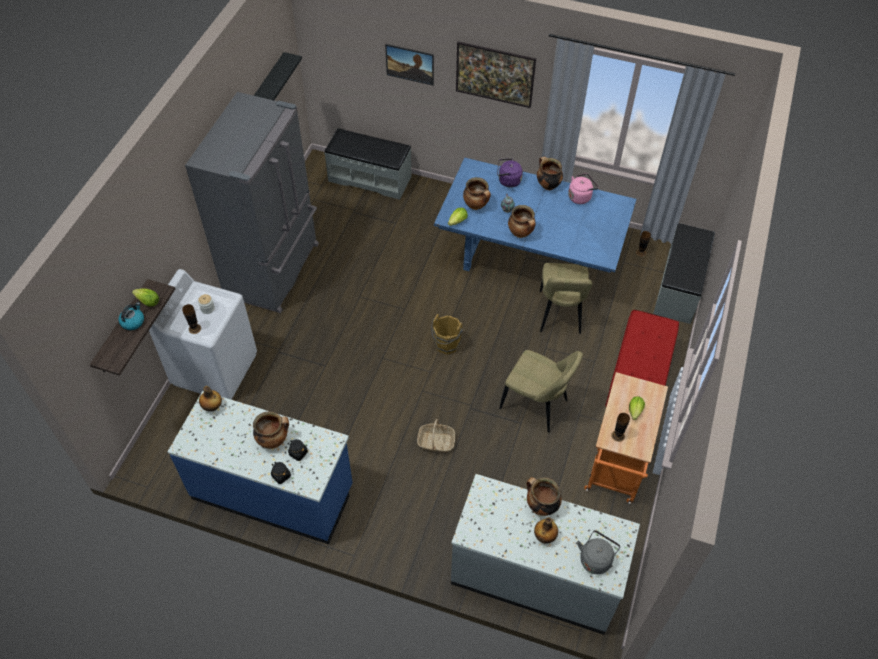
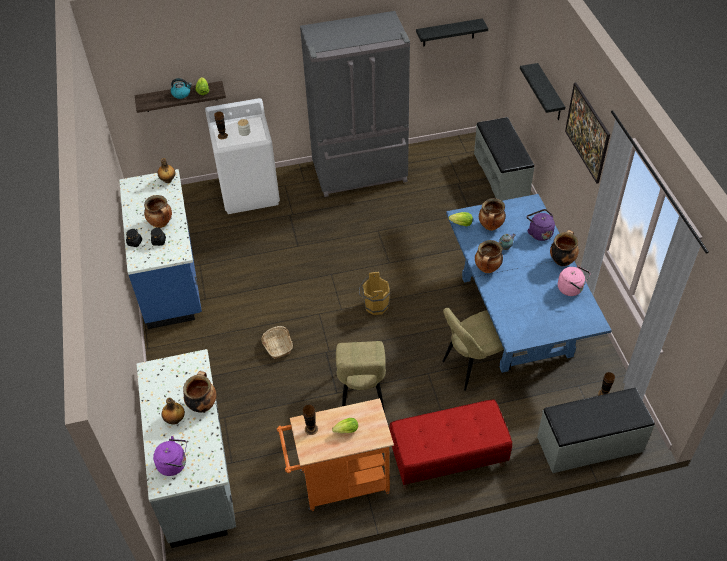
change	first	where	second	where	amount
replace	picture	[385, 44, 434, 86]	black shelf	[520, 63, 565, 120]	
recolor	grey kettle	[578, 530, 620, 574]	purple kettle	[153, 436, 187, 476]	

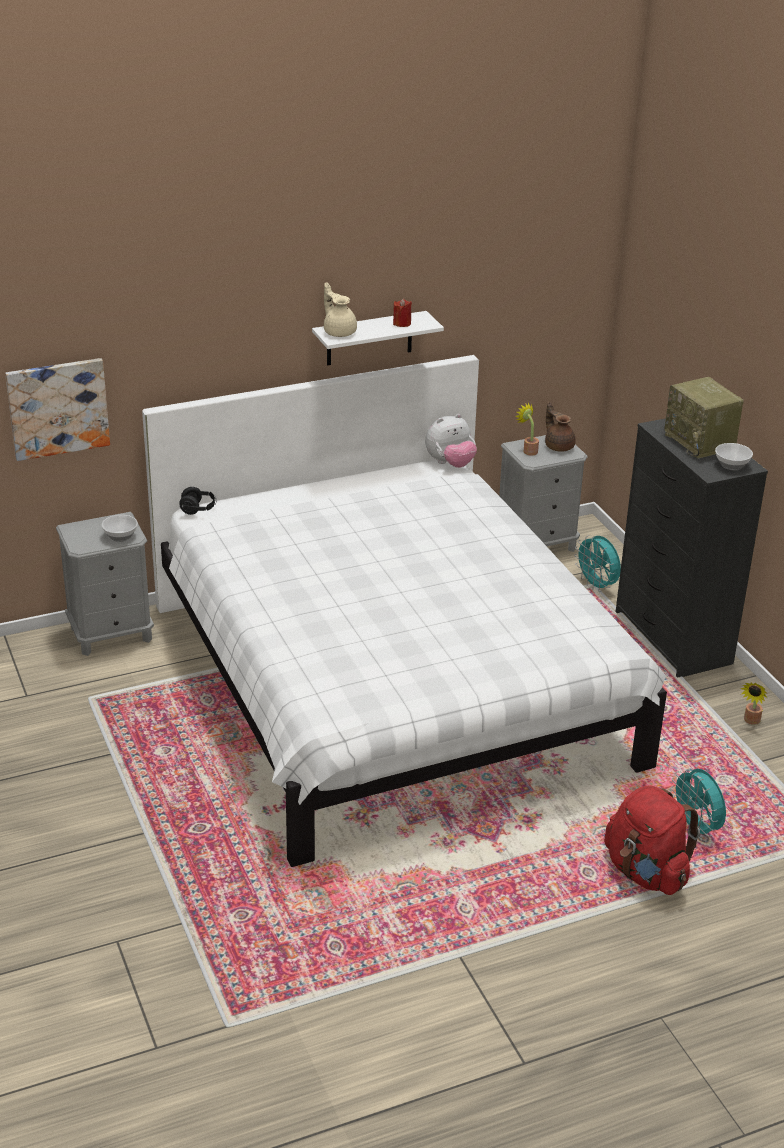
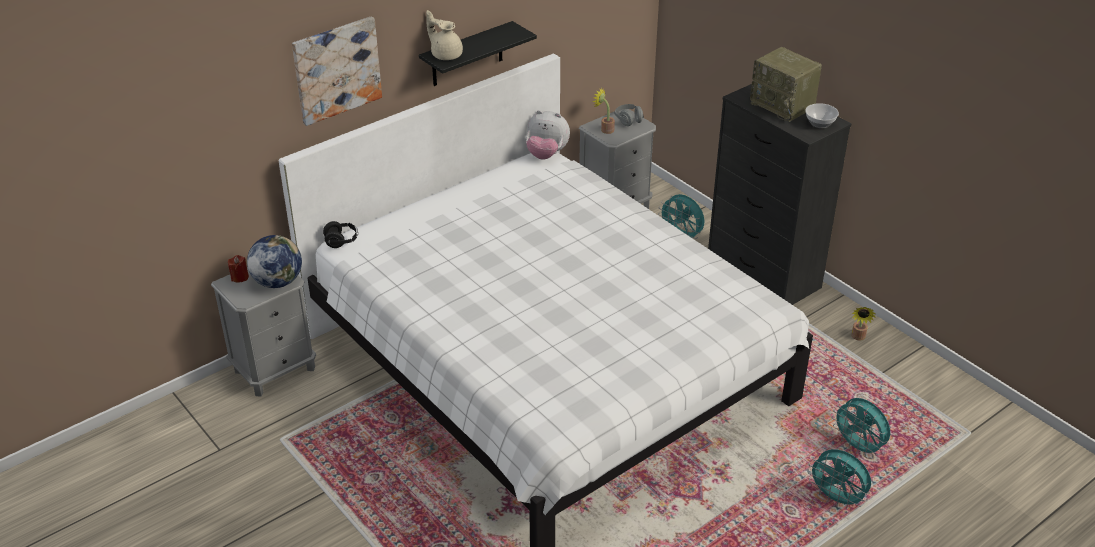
change	first	where	second	where	amount
move	red candle	[393, 299, 412, 327]		[228, 255, 249, 283]	
recolor	white shelf	[312, 311, 444, 365]	black shelf	[419, 21, 537, 86]	
move	picture	[5, 358, 110, 461]		[292, 16, 382, 126]	
replace	brown teapot	[545, 402, 576, 452]	grey headphones	[615, 104, 644, 126]	
rotate	plush toy	[425, 414, 477, 468]		[526, 110, 570, 160]	60 degrees clockwise
replace	bowl	[102, 515, 138, 542]	globe	[247, 235, 302, 288]	
replace	red backpack	[604, 786, 700, 895]	turquoise fan	[807, 449, 871, 509]	

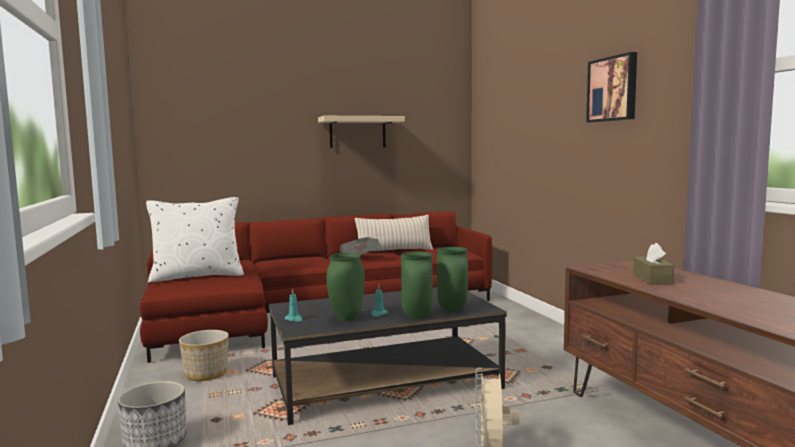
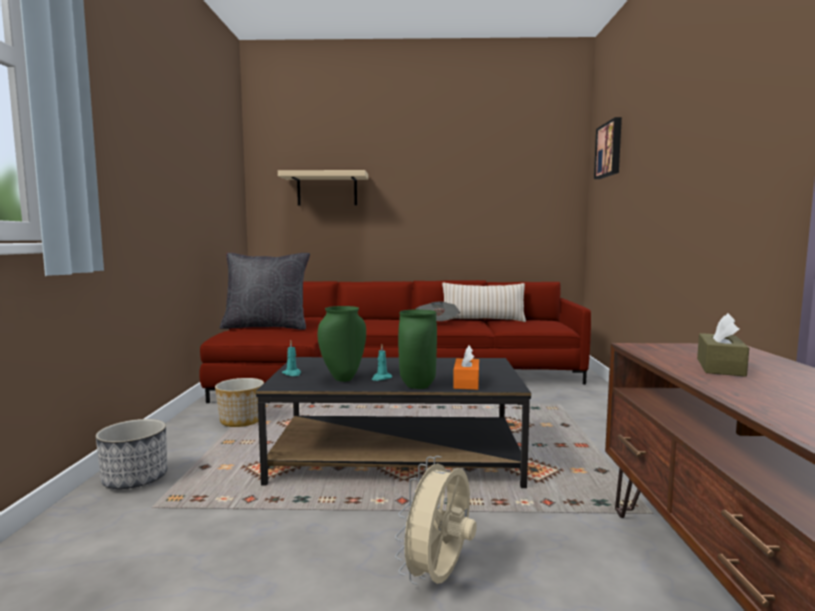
change	first	where	second	where	amount
move	picture	[586, 52, 637, 122]		[594, 117, 622, 179]	
move	beige shelf	[318, 116, 405, 148]		[278, 170, 368, 206]	
recolor	white pillow	[146, 197, 244, 283]	black pillow	[220, 253, 310, 330]	
replace	green vase	[437, 247, 468, 312]	orange tissue box	[453, 345, 479, 390]	

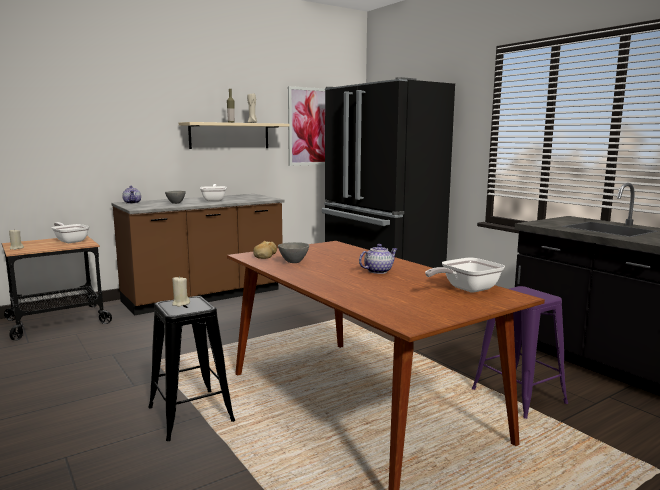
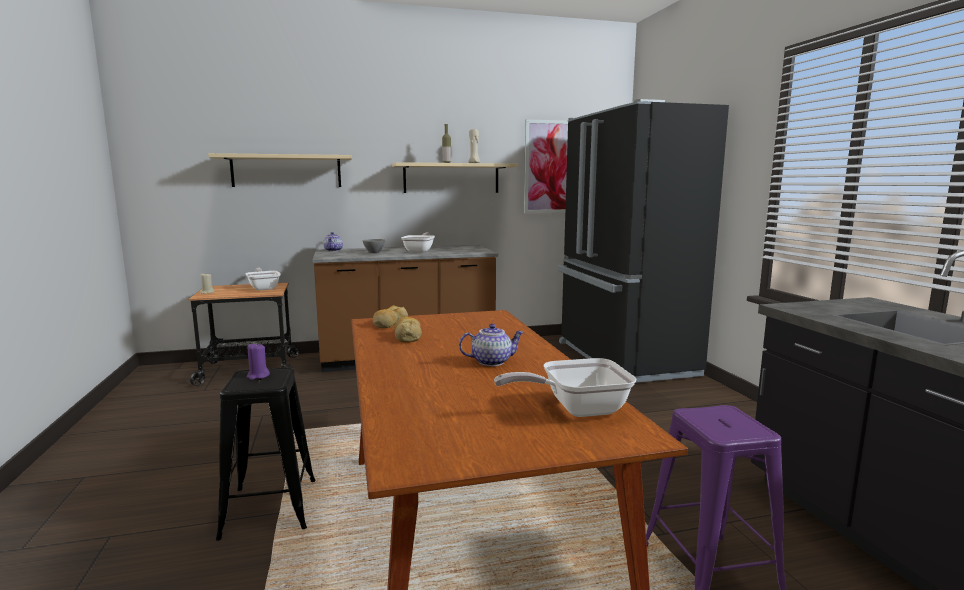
change	first	where	second	where	amount
replace	grey bowl	[278, 242, 309, 263]	bread	[394, 317, 422, 343]	
recolor	beige candle	[172, 276, 190, 307]	purple candle	[247, 343, 270, 380]	
insert			beige shelf	[208, 153, 352, 187]	

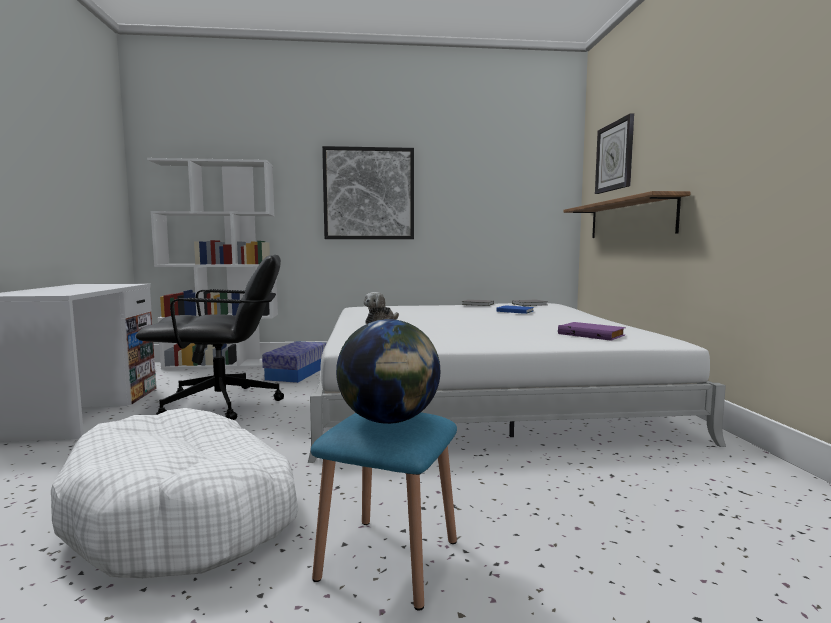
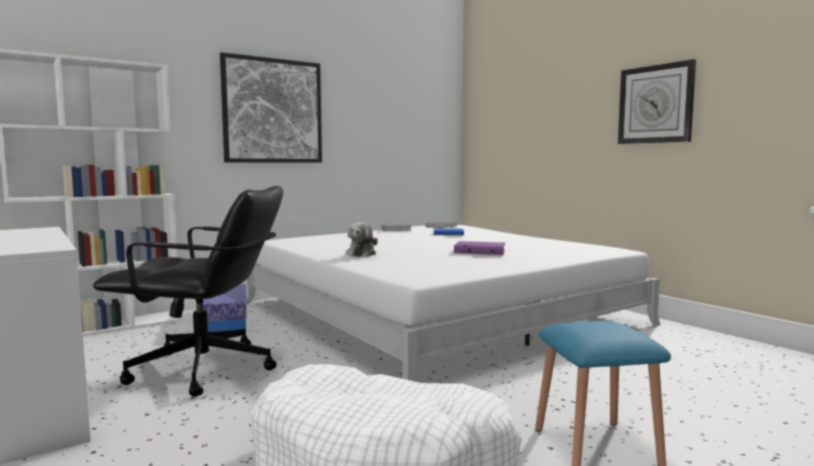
change	first	where	second	where	amount
move	wall clock	[595, 113, 634, 194]		[618, 59, 696, 144]	
delete	shelf	[563, 191, 691, 238]			
rotate	black office chair	[136, 255, 284, 420]		[93, 186, 283, 397]	45 degrees clockwise
delete	globe	[336, 319, 440, 424]			
move	purple book	[558, 322, 626, 341]		[454, 241, 505, 255]	

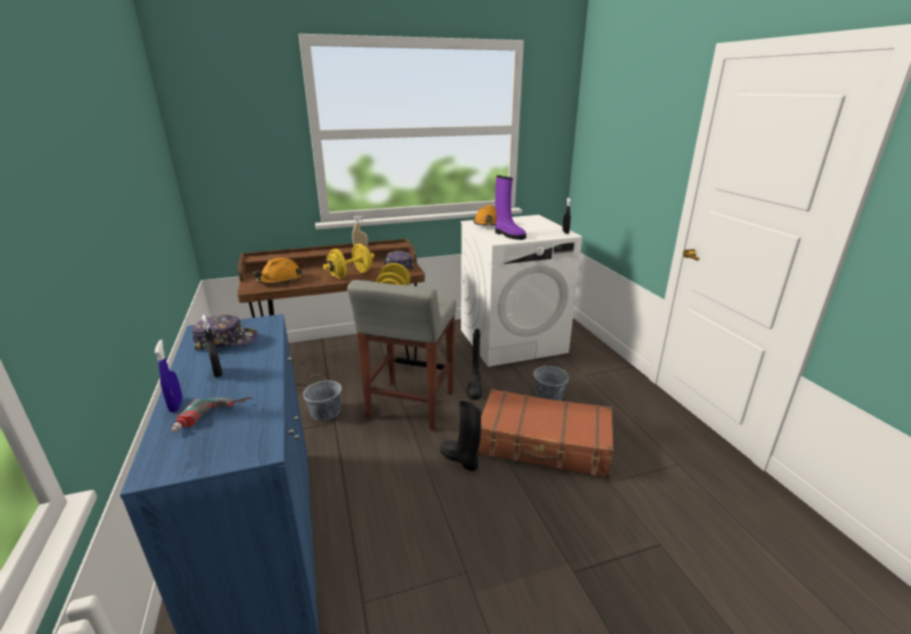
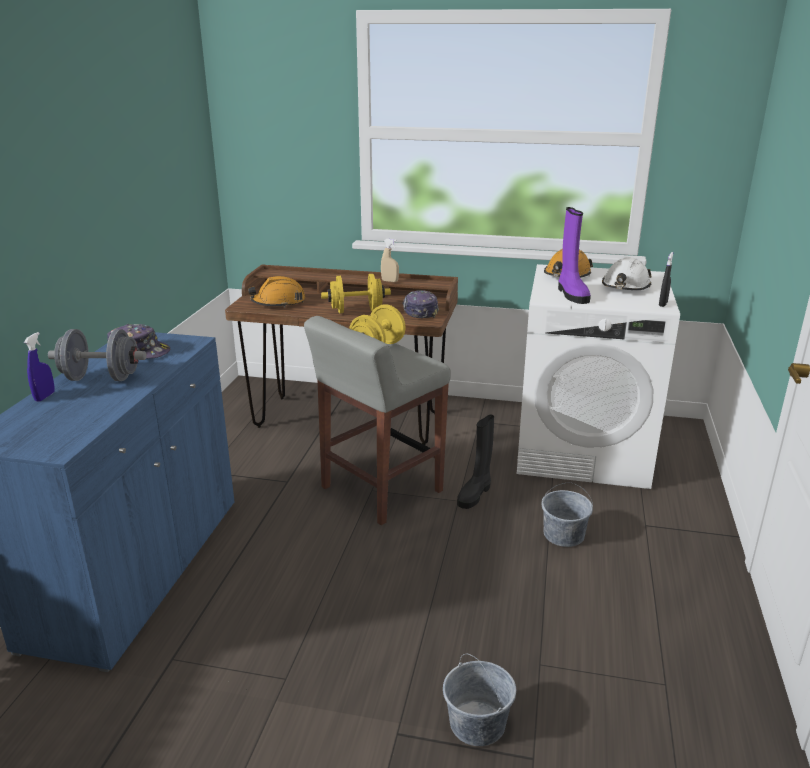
change	first	where	second	where	amount
replace	black spray bottle	[202, 315, 223, 377]	grey dumbbell	[48, 329, 146, 381]	
move	grey bucket	[303, 374, 342, 421]		[443, 654, 516, 746]	
delete	brown suitcase	[477, 389, 614, 478]			
delete	power drill	[171, 397, 253, 432]			
delete	black boot	[440, 401, 481, 471]			
insert			white hard hat	[602, 257, 652, 290]	

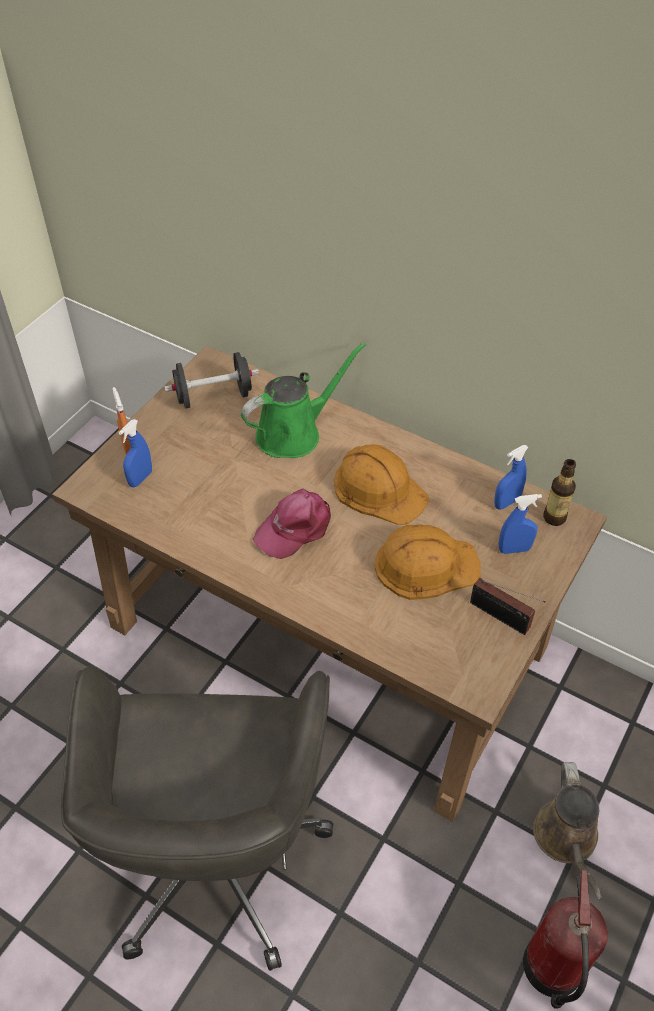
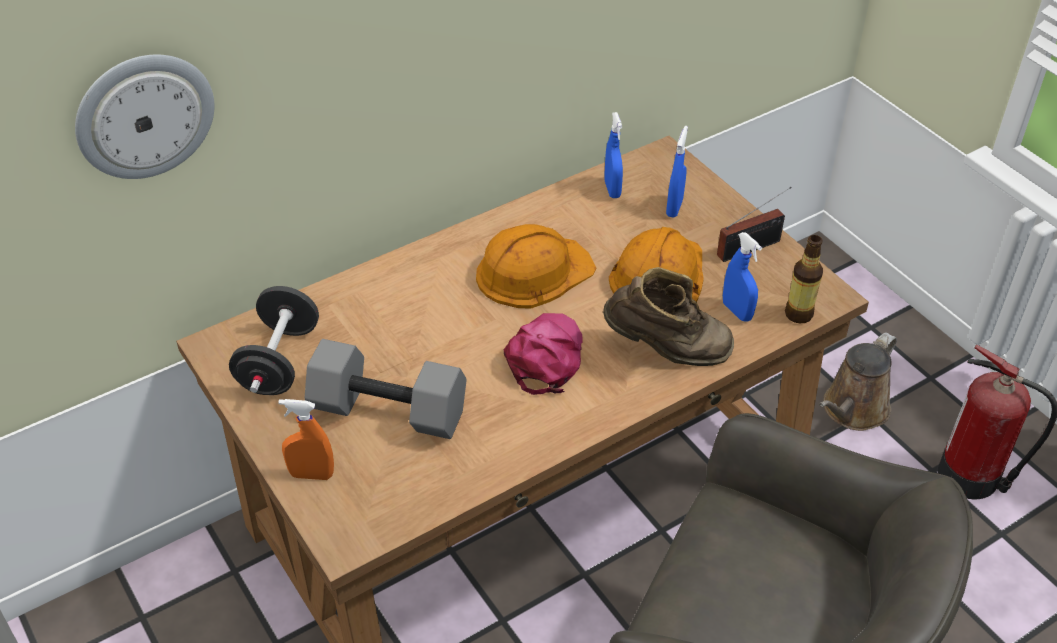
change	first	where	second	where	amount
delete	green watering can	[241, 342, 366, 458]			
move	blue spray bottle	[119, 419, 152, 487]		[723, 232, 762, 322]	
move	bottle	[543, 459, 576, 526]		[785, 235, 823, 323]	
rotate	pink cap	[253, 488, 331, 559]		[504, 313, 583, 395]	150 degrees counterclockwise
rotate	brown watering can	[533, 762, 602, 900]		[819, 332, 897, 431]	105 degrees clockwise
insert			wall clock	[75, 55, 214, 179]	
insert			brown boot	[603, 267, 734, 366]	
insert			grey dumbbell	[305, 339, 467, 439]	

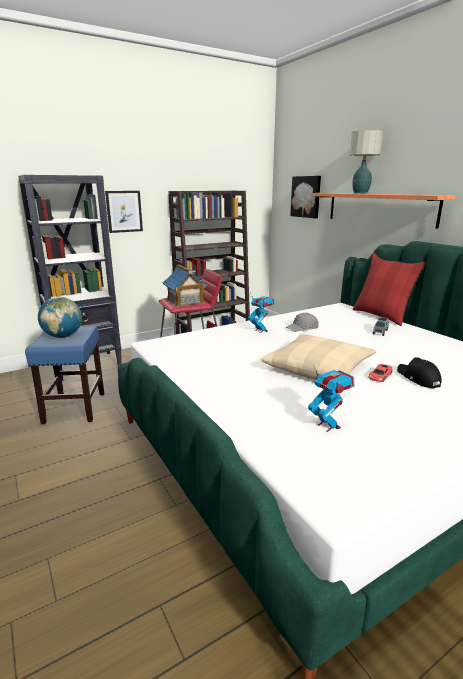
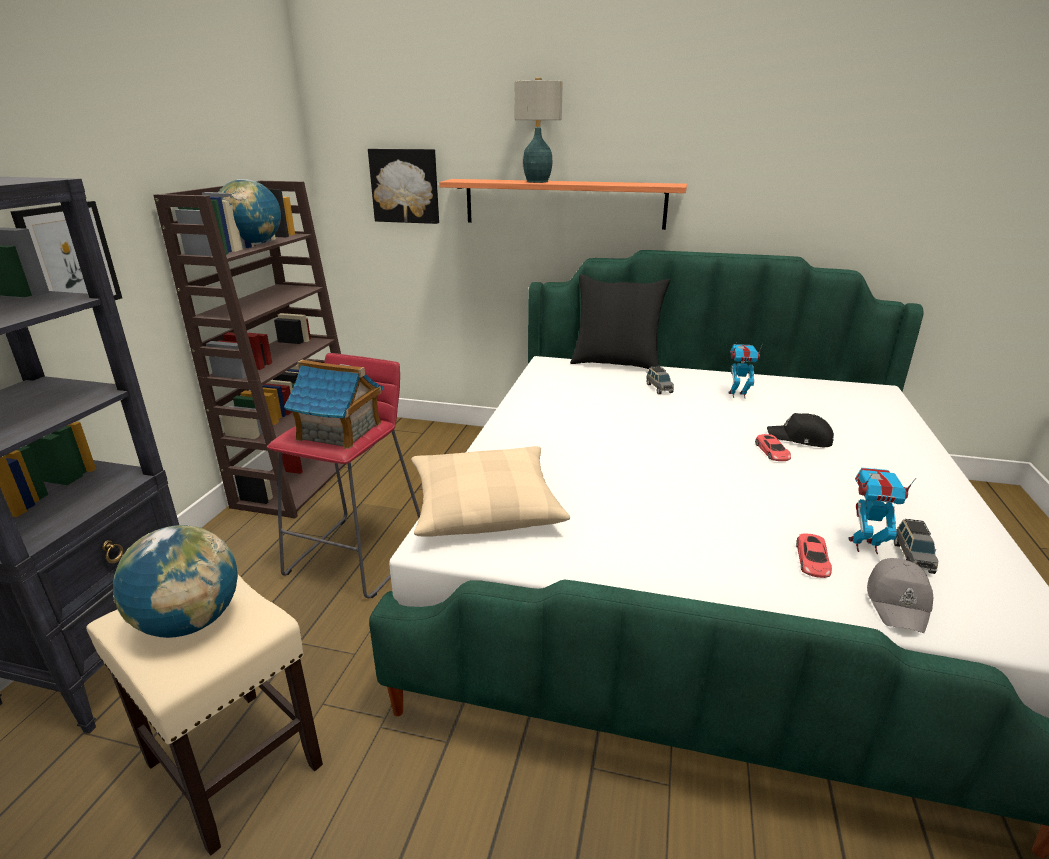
change	first	where	second	where	amount
recolor	red pillow	[353, 254, 426, 326]	black pillow	[570, 274, 670, 369]	
move	toy robot	[248, 292, 275, 333]		[728, 342, 763, 399]	
move	grey cap	[286, 313, 319, 332]		[867, 558, 933, 633]	
recolor	blue stool	[25, 326, 104, 424]	beige stool	[86, 574, 323, 856]	
move	beige pillow	[262, 334, 376, 380]		[411, 446, 570, 537]	
insert			globe	[218, 179, 281, 245]	
insert			grey toy car	[894, 519, 938, 574]	
insert			red toy car	[796, 534, 832, 578]	

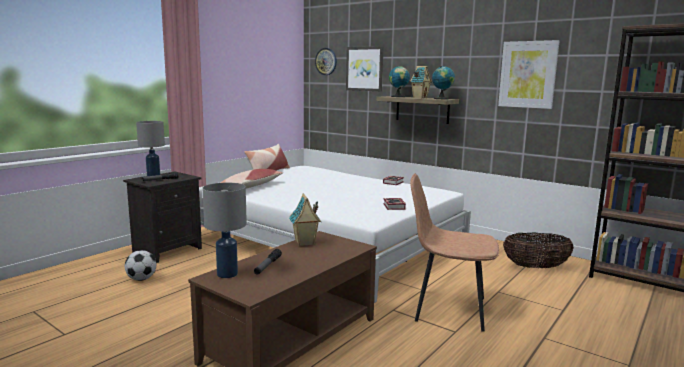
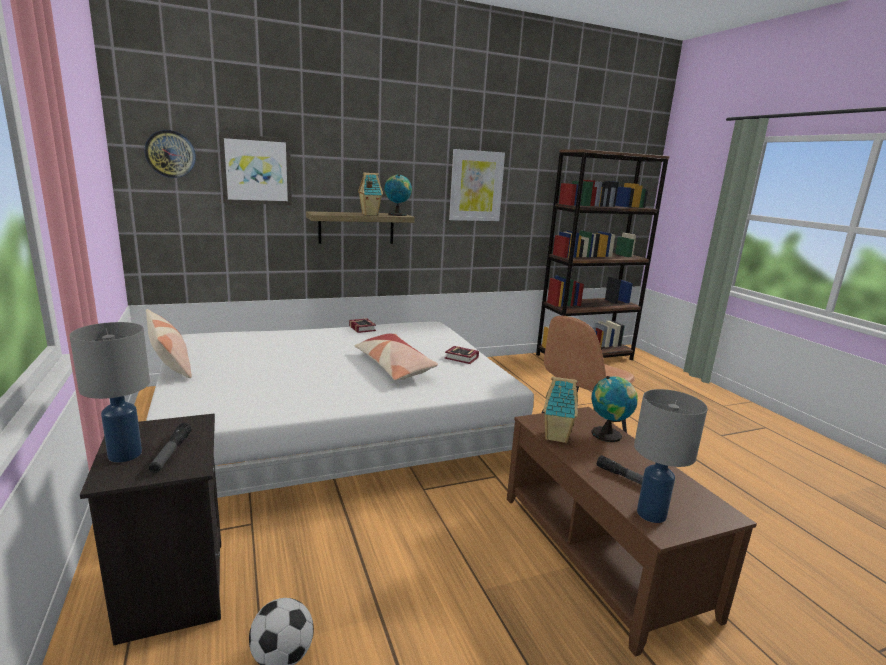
change	first	where	second	where	amount
move	globe	[389, 66, 410, 97]		[591, 376, 638, 442]	
move	pillow	[220, 169, 283, 189]		[354, 334, 438, 380]	
delete	basket	[503, 232, 574, 268]			

